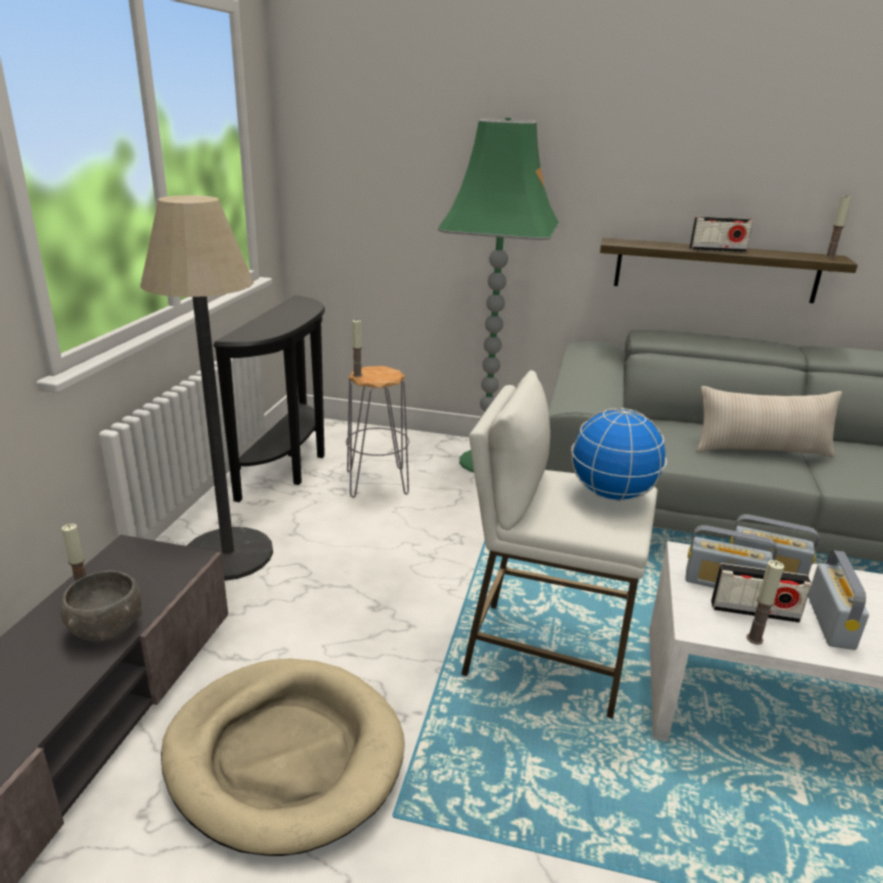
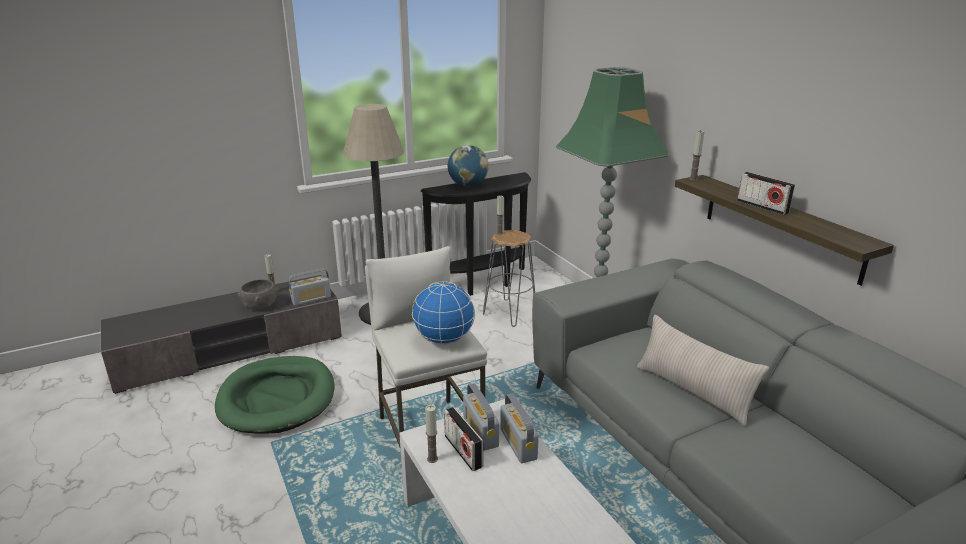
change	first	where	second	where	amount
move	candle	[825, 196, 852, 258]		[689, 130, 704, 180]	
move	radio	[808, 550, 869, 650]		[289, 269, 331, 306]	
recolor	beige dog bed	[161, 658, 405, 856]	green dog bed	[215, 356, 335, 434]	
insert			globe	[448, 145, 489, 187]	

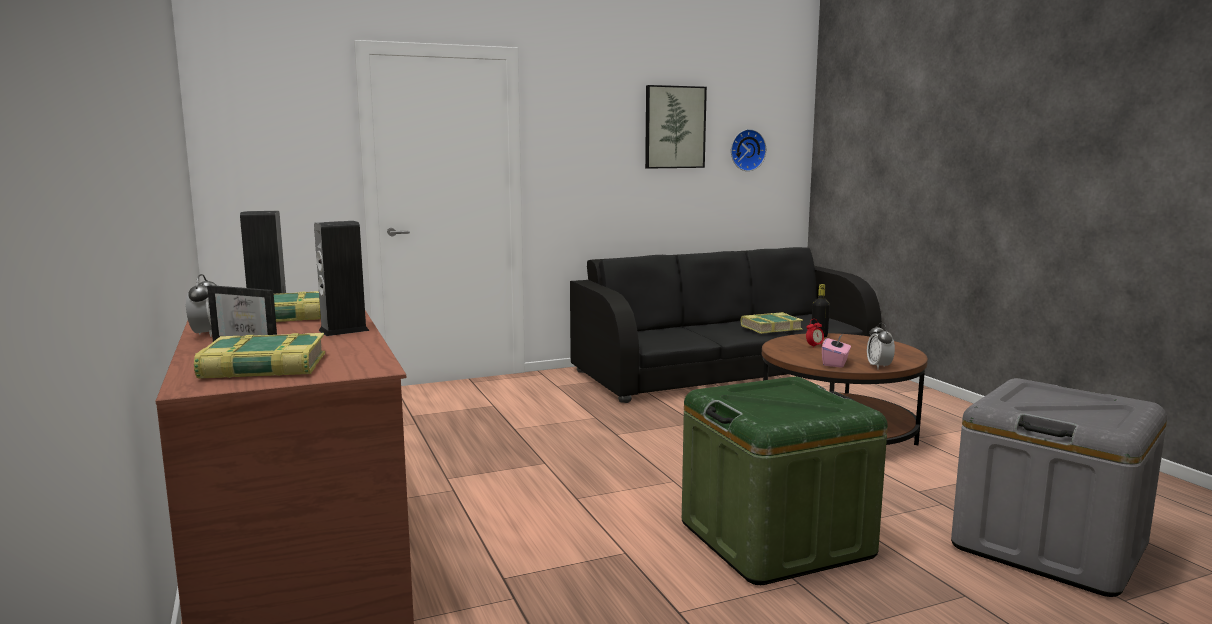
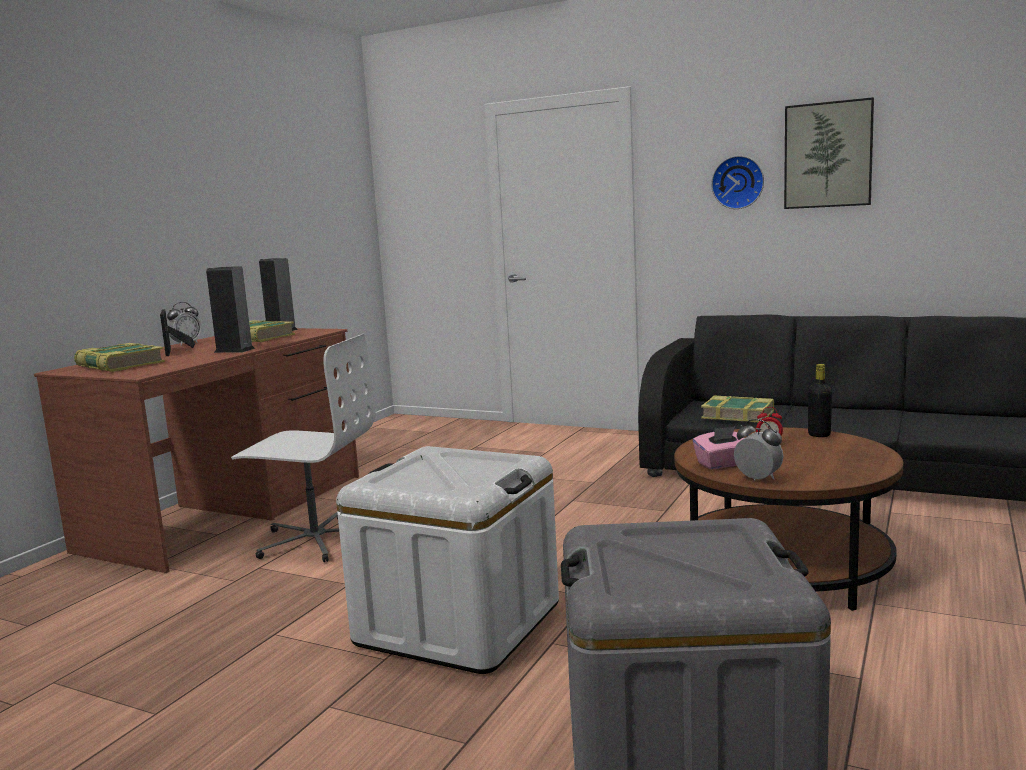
change	first	where	second	where	amount
move	wall clock	[731, 129, 766, 171]		[711, 156, 764, 209]	
move	book	[740, 312, 803, 334]		[701, 395, 774, 423]	
rotate	alarm clock	[867, 323, 895, 369]		[734, 419, 783, 481]	90 degrees clockwise
recolor	green storage box	[682, 376, 888, 585]	white storage box	[336, 446, 559, 674]	
insert			white office chair	[231, 334, 376, 562]	

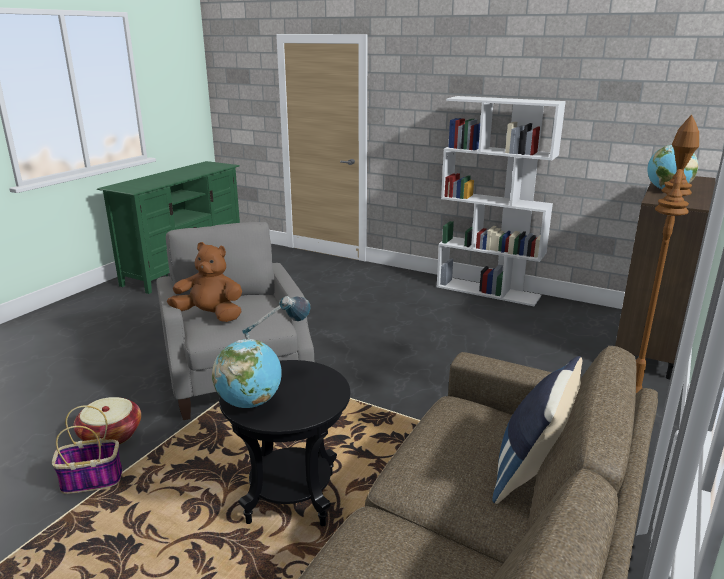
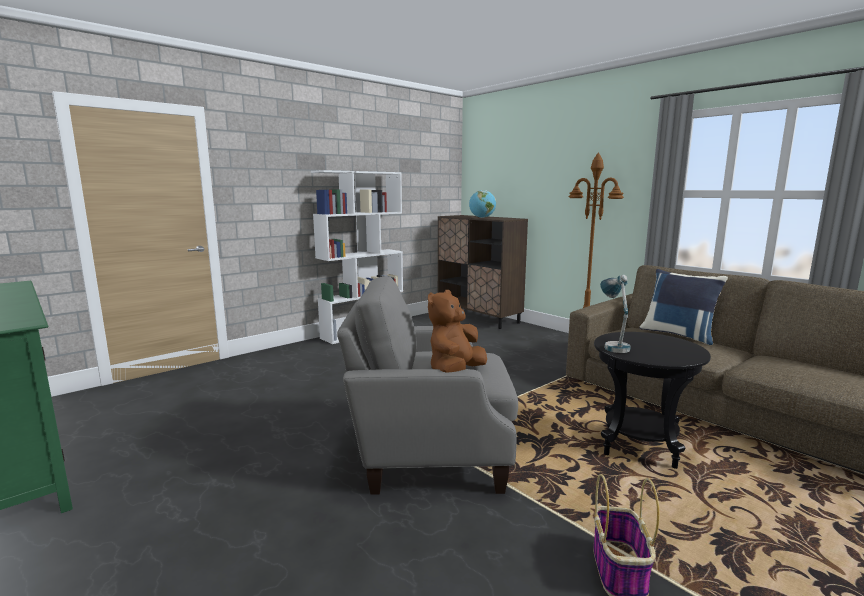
change	first	where	second	where	amount
delete	globe	[212, 339, 282, 408]			
delete	basket	[73, 397, 141, 445]			

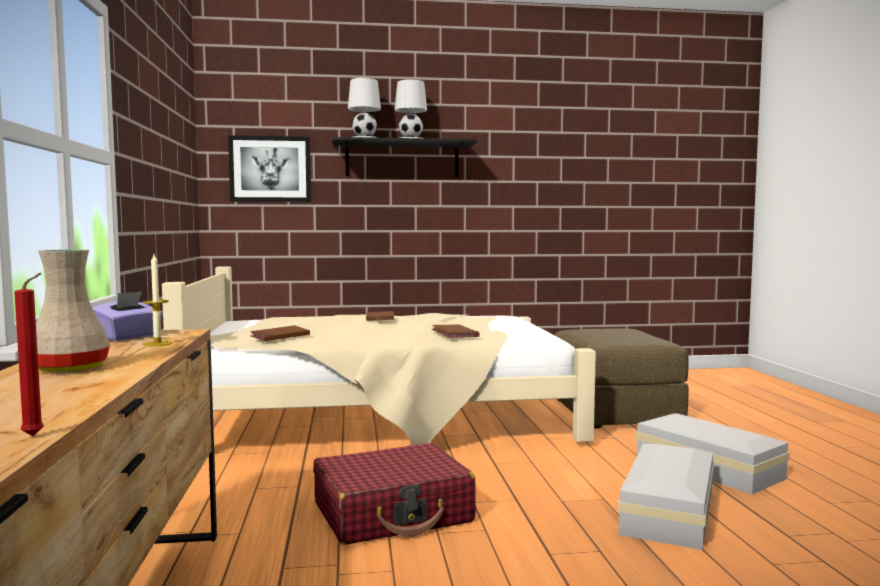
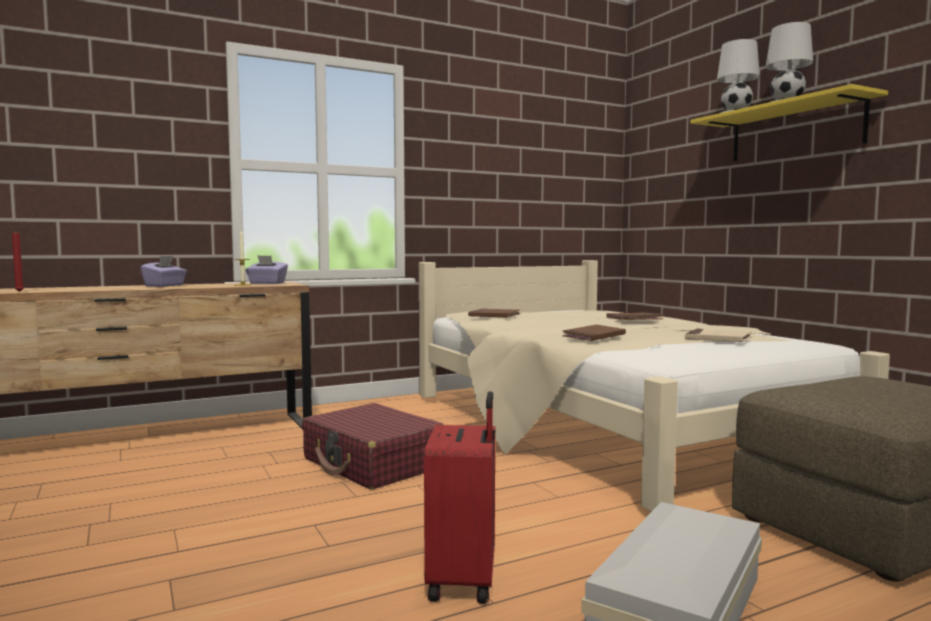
change	first	where	second	where	amount
delete	picture	[228, 135, 311, 202]			
recolor	black shelf	[332, 137, 477, 177]	yellow shelf	[690, 84, 888, 161]	
replace	beige vase	[36, 250, 110, 372]	purple tissue box	[140, 256, 187, 287]	
replace	white storage box	[617, 444, 714, 550]	red suitcase	[424, 391, 495, 604]	
insert			beige book	[685, 329, 752, 342]	

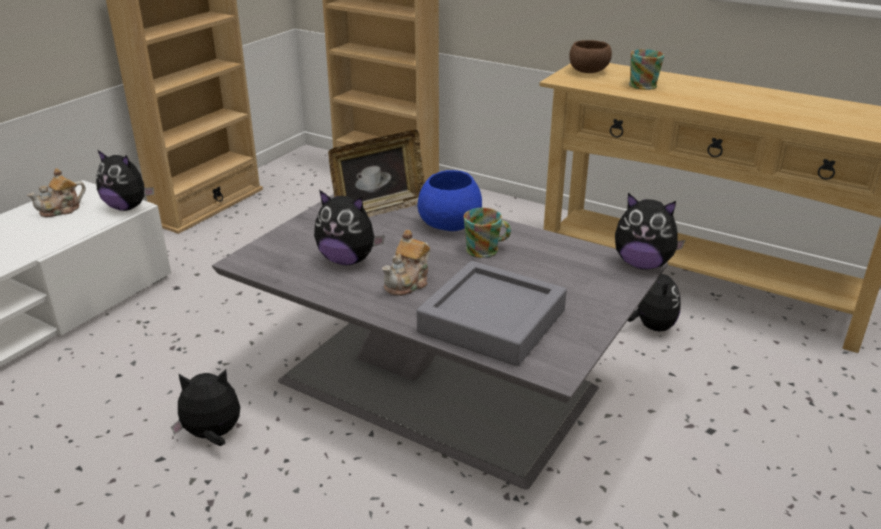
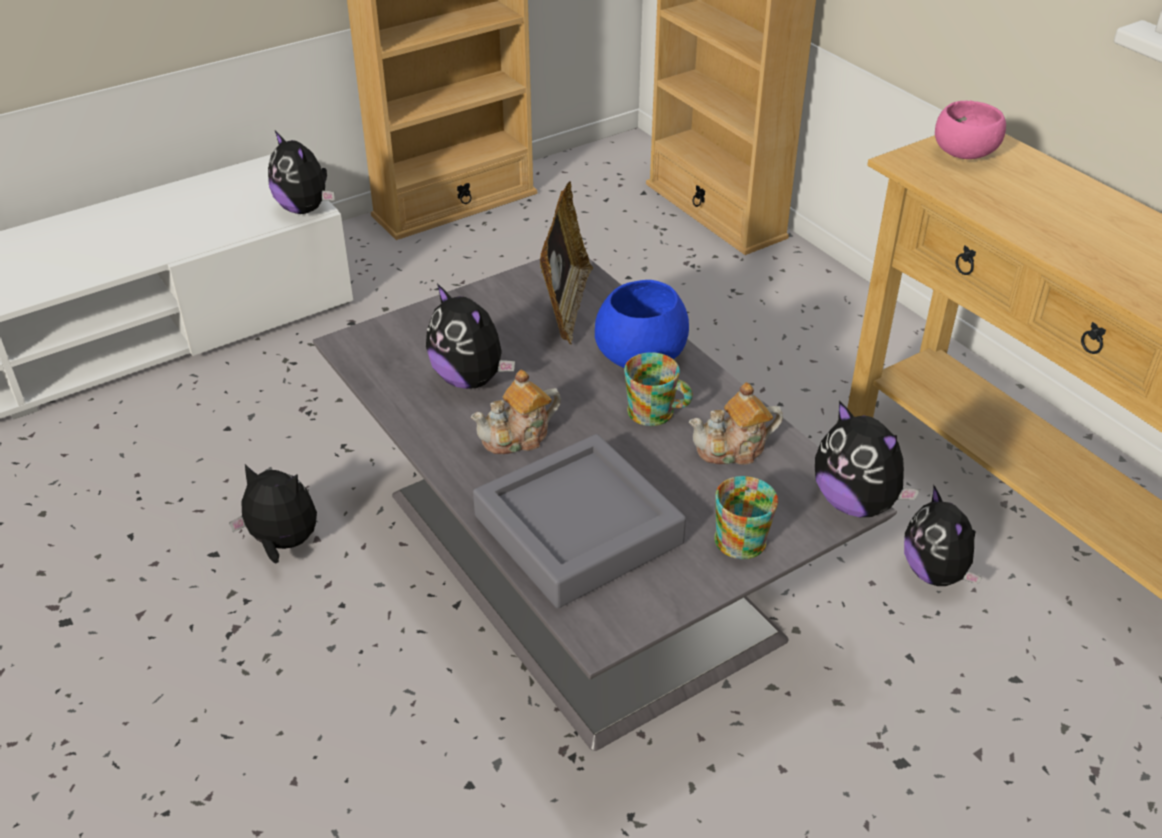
change	first	where	second	where	amount
recolor	brown bowl	[569, 40, 612, 73]	pink bowl	[935, 100, 1006, 159]	
move	mug	[629, 49, 664, 90]		[714, 476, 778, 559]	
rotate	picture frame	[328, 130, 425, 217]		[540, 182, 593, 344]	75 degrees counterclockwise
move	teapot	[27, 168, 86, 217]		[689, 382, 783, 465]	
rotate	plush toy	[628, 274, 681, 331]		[904, 486, 982, 586]	135 degrees clockwise

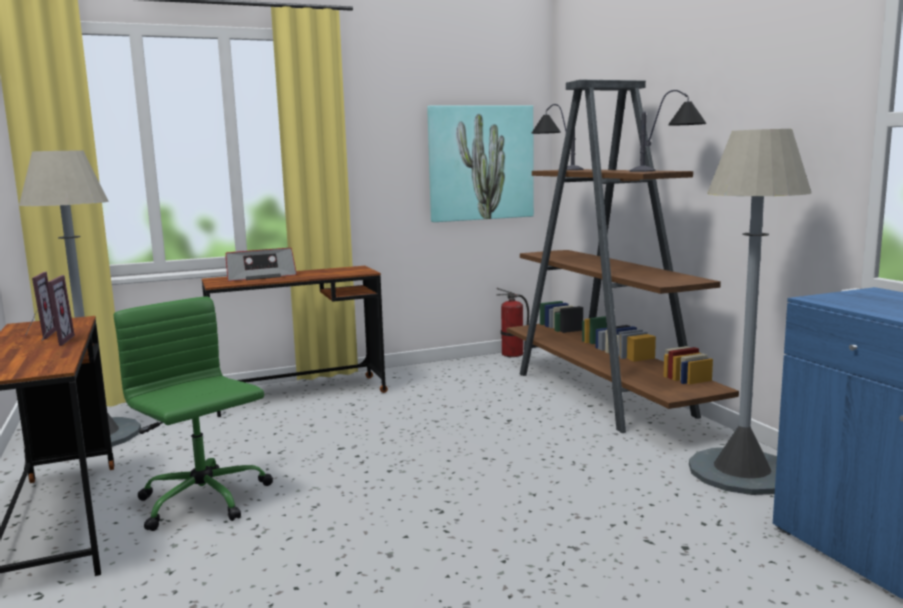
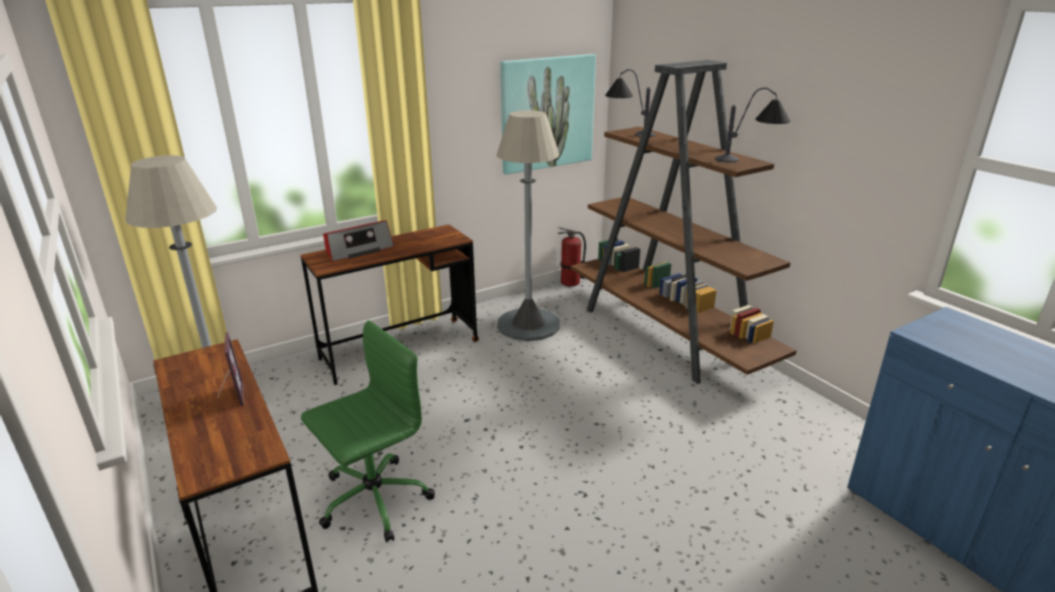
change	first	where	second	where	amount
move	grey floor lamp	[689, 129, 811, 495]		[496, 110, 560, 341]	
delete	picture frame	[25, 272, 56, 340]			
rotate	green office chair	[114, 296, 273, 531]		[301, 320, 435, 542]	105 degrees clockwise

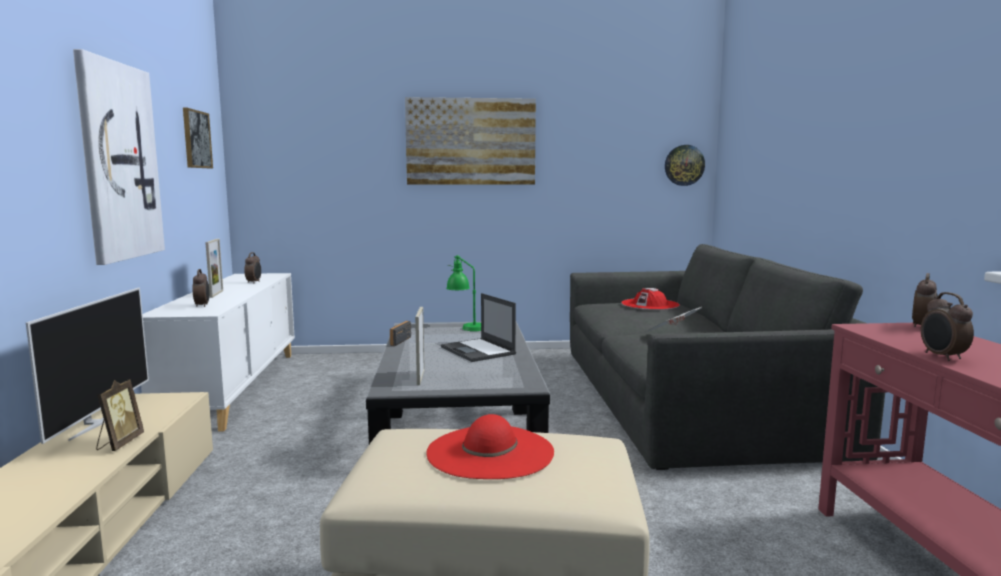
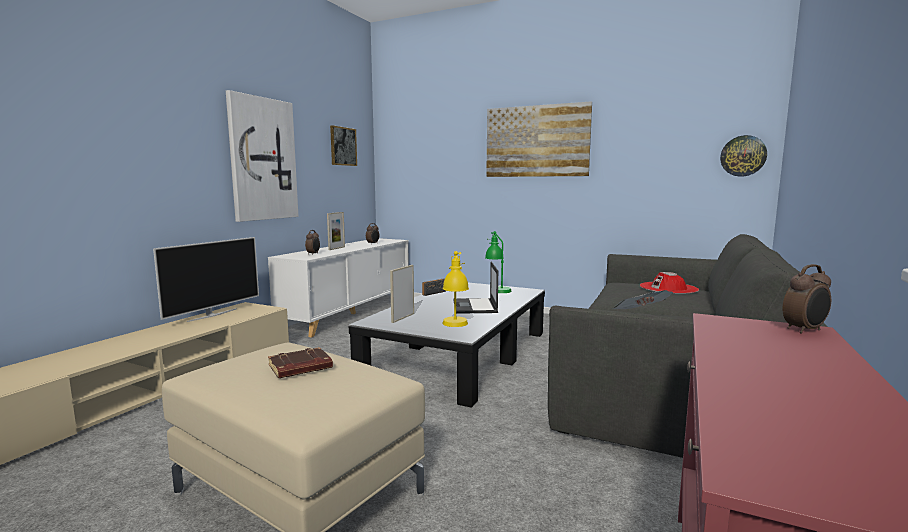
change	first	where	second	where	amount
delete	alarm clock	[921, 292, 974, 361]			
delete	picture frame	[96, 379, 144, 451]			
replace	red hat	[426, 414, 554, 479]	brown book	[268, 347, 333, 378]	
insert			yellow table lamp	[442, 251, 469, 327]	

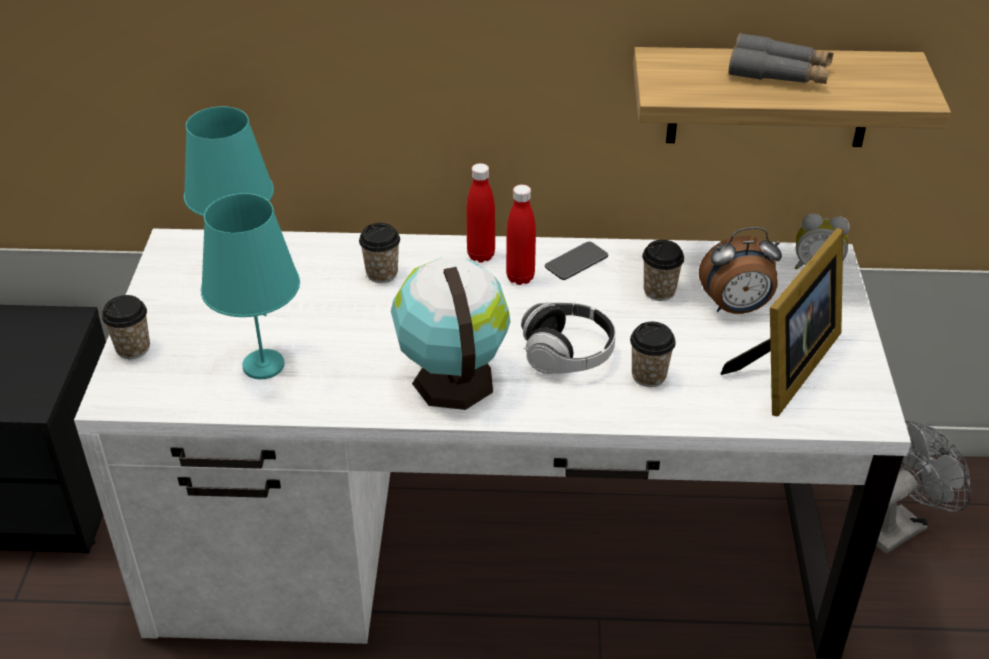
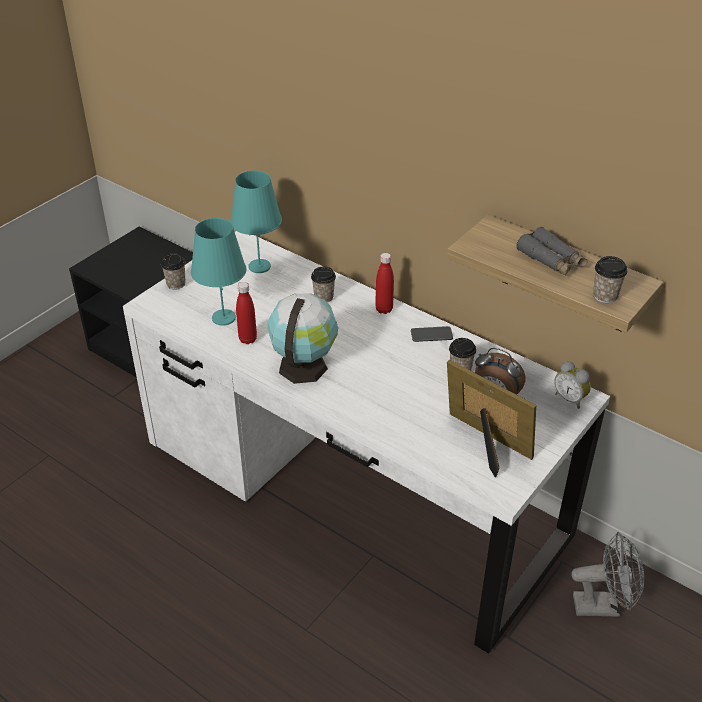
change	first	where	second	where	amount
move	red bottle	[506, 185, 536, 285]		[236, 282, 257, 344]	
rotate	picture frame	[721, 228, 843, 416]		[447, 360, 536, 478]	120 degrees counterclockwise
delete	headphones	[521, 302, 616, 374]			
move	cup	[630, 322, 676, 387]		[593, 256, 627, 303]	

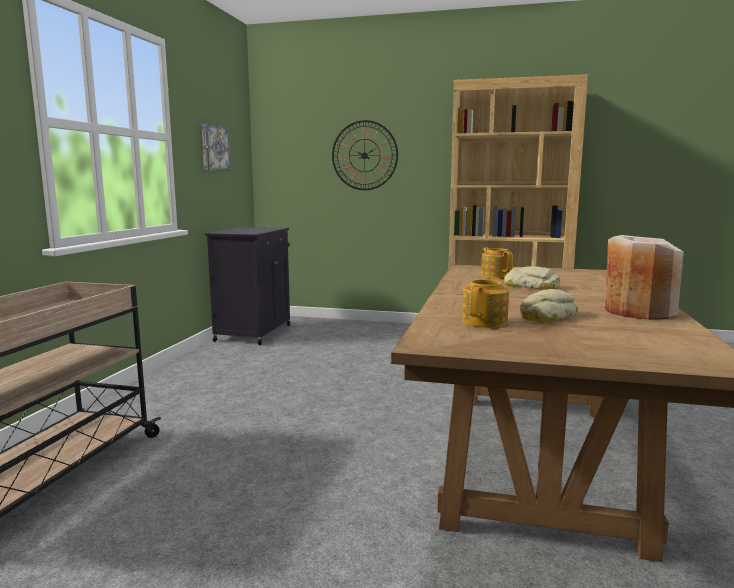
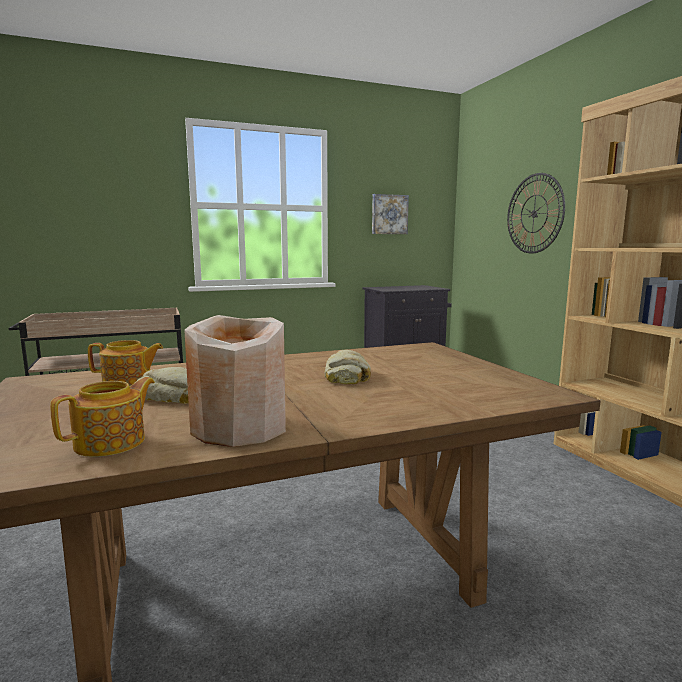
change	first	where	second	where	amount
move	teapot	[481, 248, 513, 280]		[50, 377, 155, 457]	

